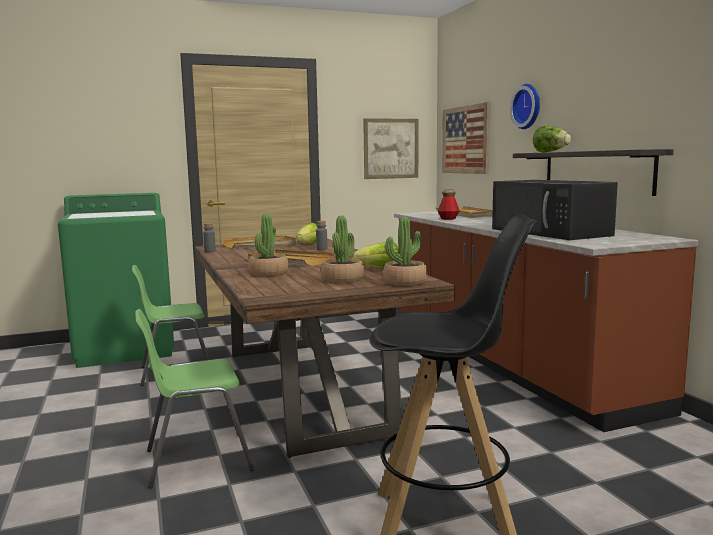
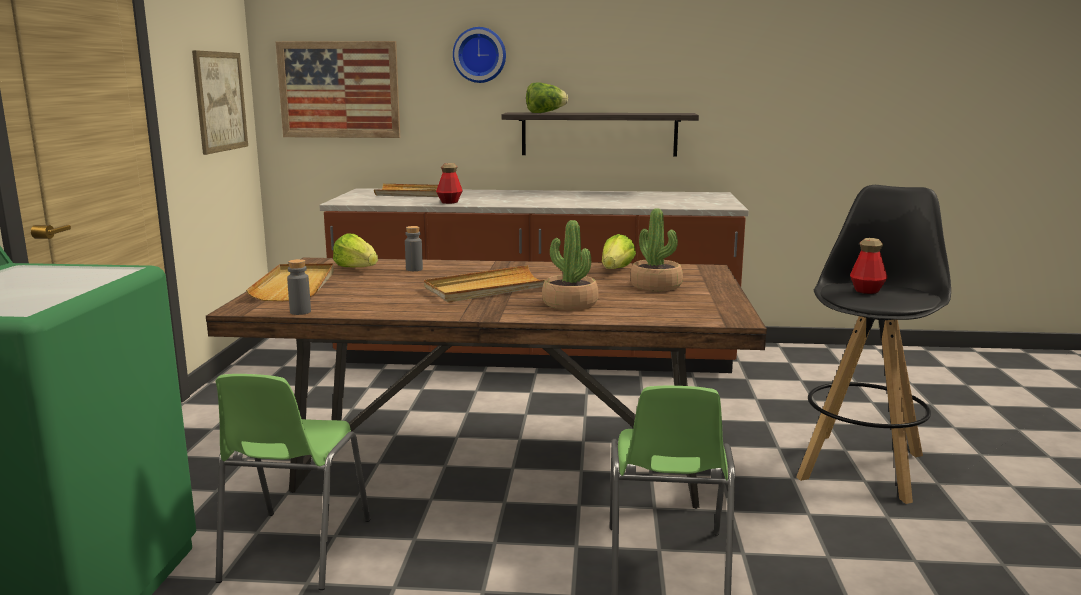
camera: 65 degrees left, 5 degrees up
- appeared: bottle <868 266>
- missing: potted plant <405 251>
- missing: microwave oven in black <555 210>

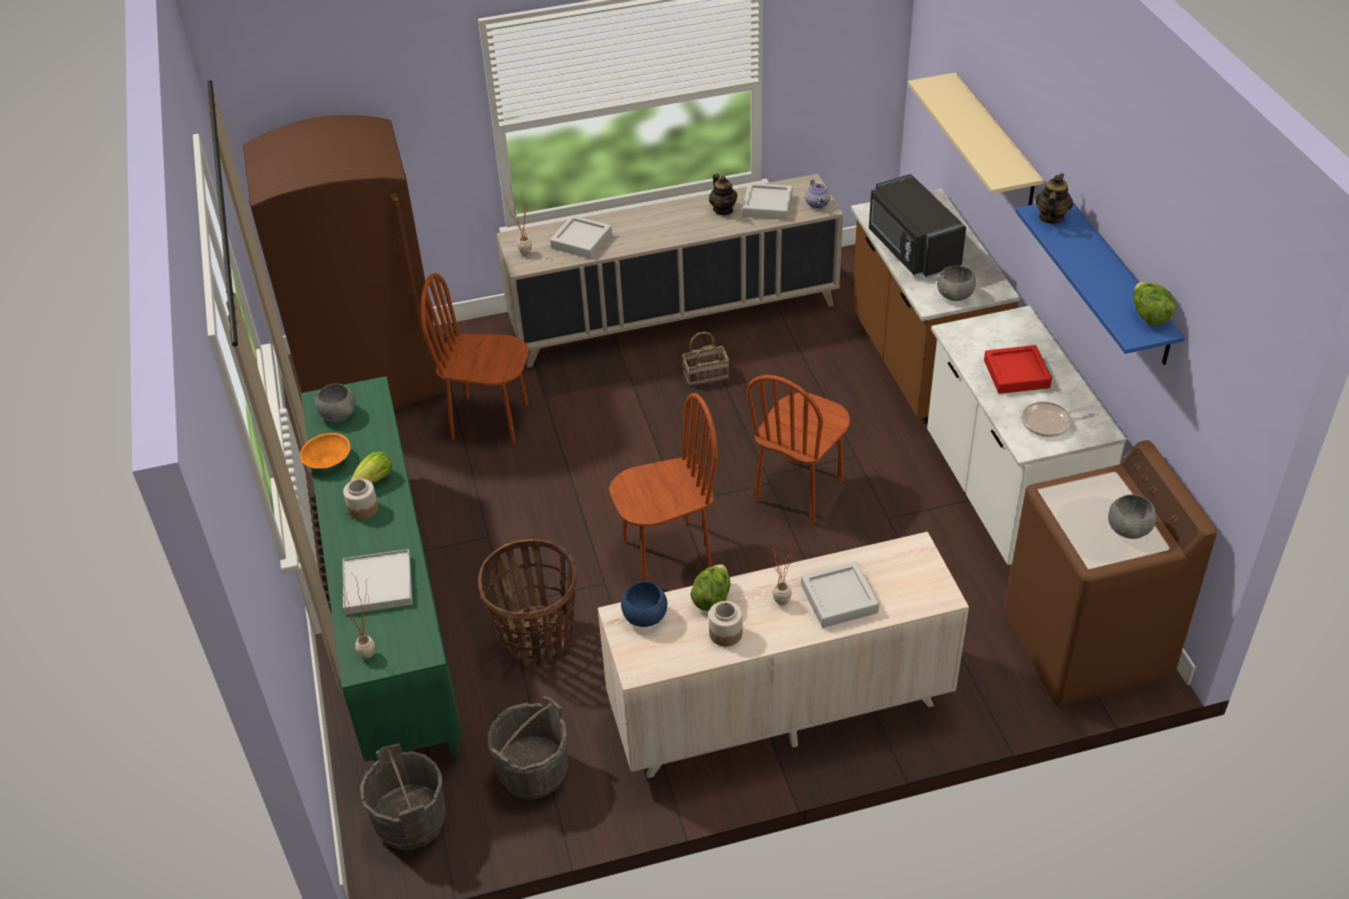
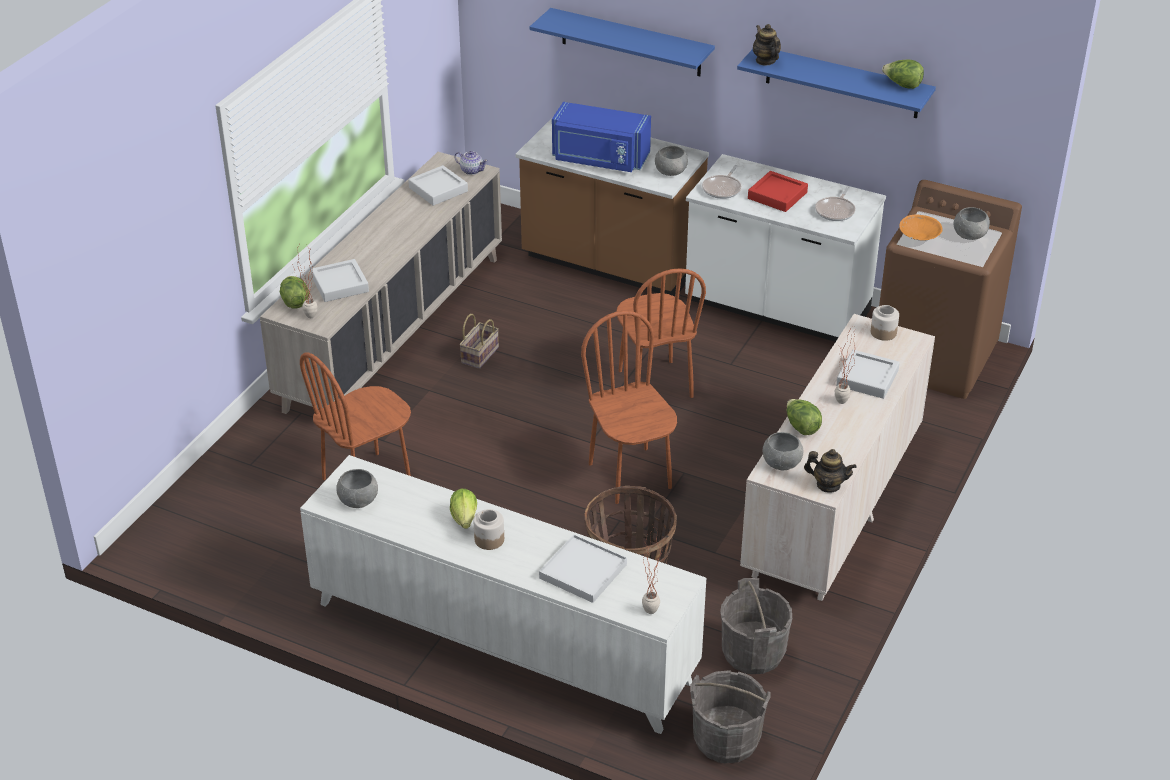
camera: 50 degrees left, 5 degrees down
- appeared: lettuce head <294 292>
- colour: storage cabinet in greenish <382 569> to storage cabinet in white-coloured <503 594>
- colour: bracket shelf in beige-coloured <976 138> to bracket shelf in bluish <622 42>
- colour: microwave oven in black <917 226> to microwave oven in bluish <601 137>
- spun: upright chair in brown <663 487> = <629 407> 45 degrees counterclockwise
- appeared: skillet <721 182>
- colour: bowl in bluish <644 604> to bowl in grey <783 451>
- relocated: teapot <723 194> to <830 471>
- relocated: preserve jar <725 623> to <885 323>
- relocated: bowl in orange-coloured <325 451> to <920 227>
- missing: kitchen fridge in brown <344 261>

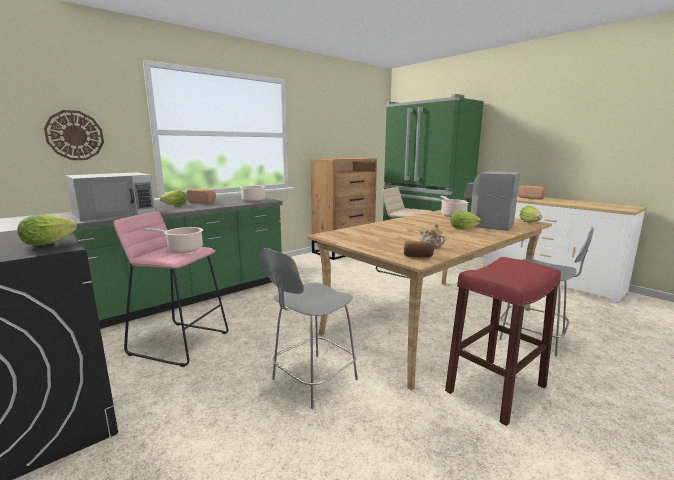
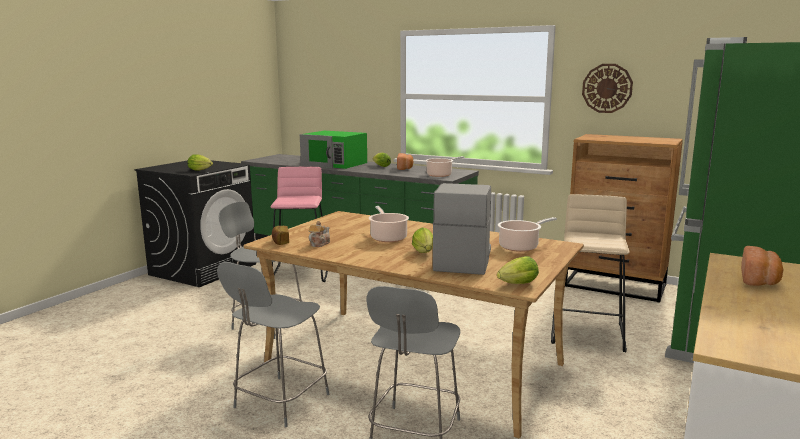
camera: 70 degrees right, 0 degrees up
- exchanged: stool in red <503 341> to upright chair in grey <273 344>
- colour: microwave oven in white-coloured <110 196> to microwave oven in greenish <333 150>
- relocated: cooking pot <173 240> to <389 224>
- relocated: wall clock <74 135> to <607 88>

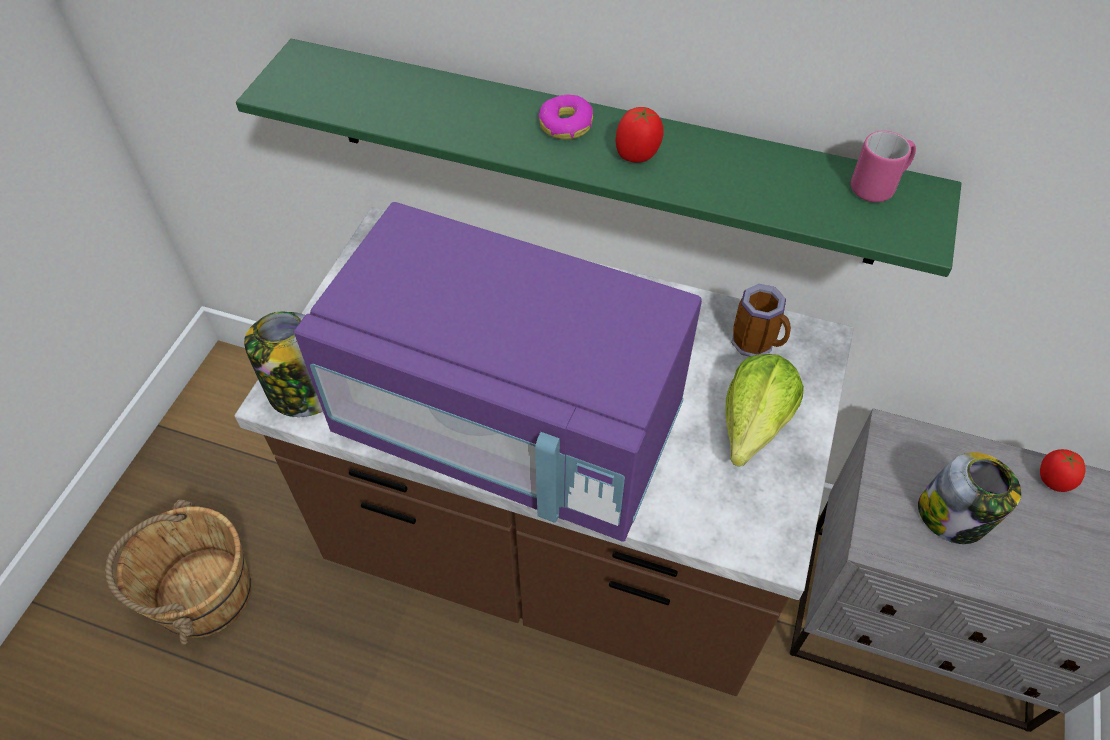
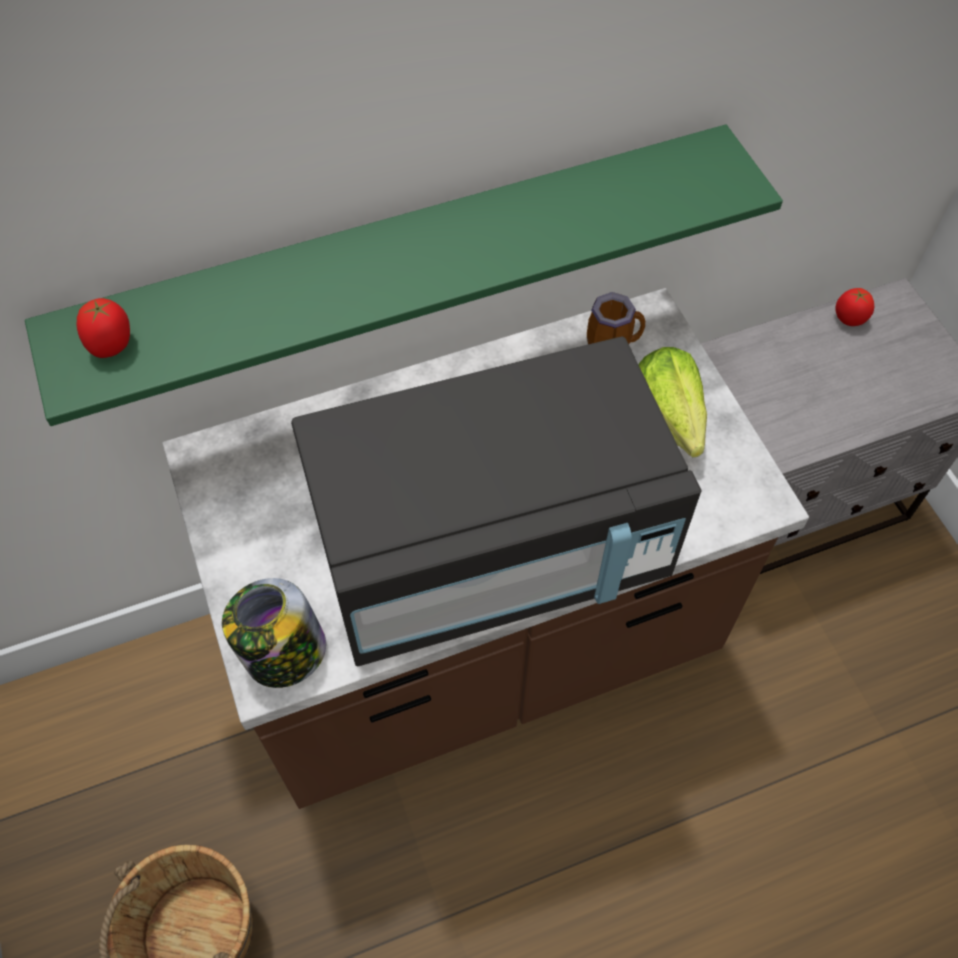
camera: 40 degrees left, 5 degrees up
- relocated: fresh tomato <639 135> to <103 328>
- colour: microwave oven in purple <498 372> to microwave oven in black <496 502>
- missing: ring doughnut <566 117>
- missing: mug in pink <883 166>
- missing: preserve jar <969 498>

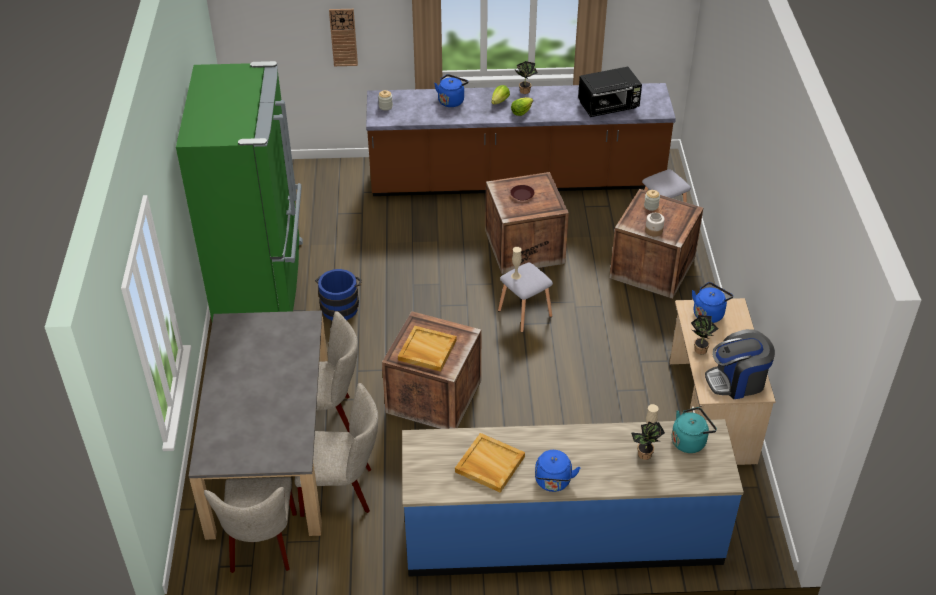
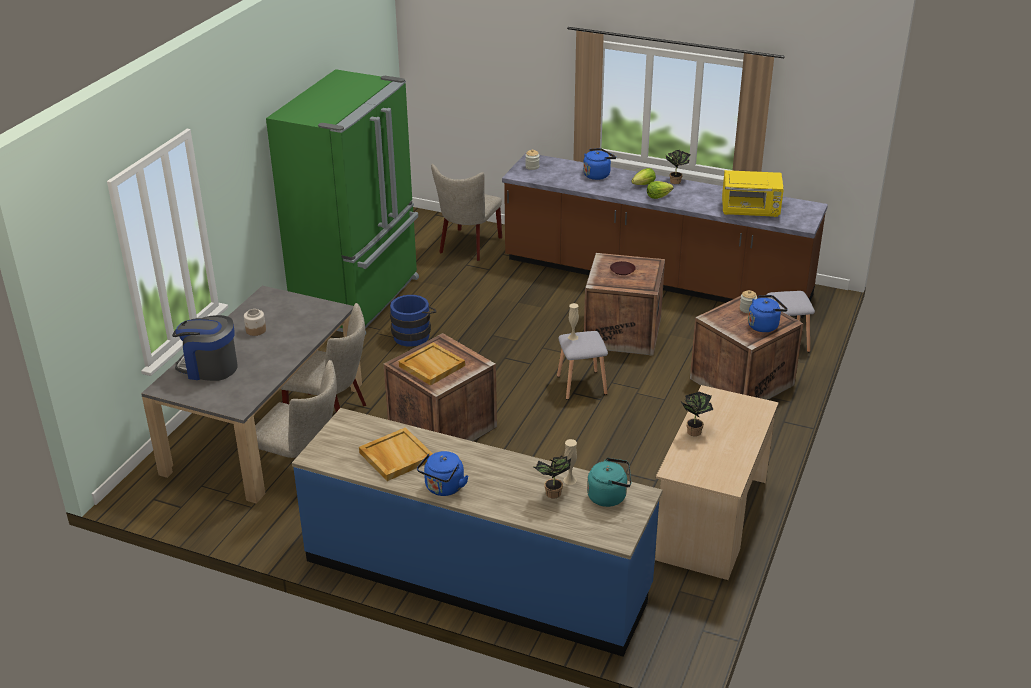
camera: 25 degrees right, 10 degrees down
- relocated: coffee maker <740 364> to <204 348>
- relocated: preserve jar <655 225> to <255 322>
- relocated: upright chair in beige-coloured <250 525> to <466 212>
- colour: microwave oven in black <610 92> to microwave oven in yellow <753 193>
- relocated: tea kettle in bluish <712 302> to <768 313>
- missing: wall clock <343 37>

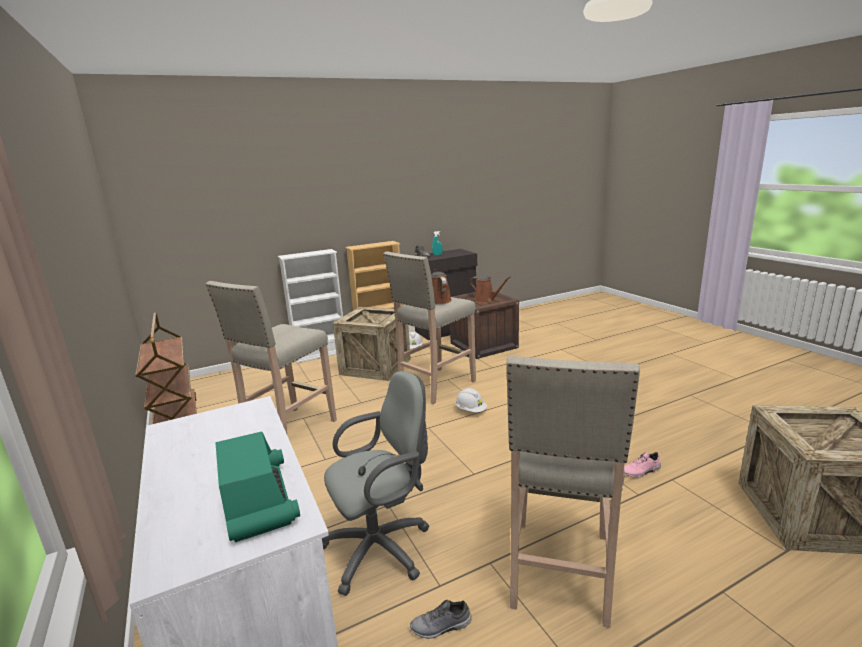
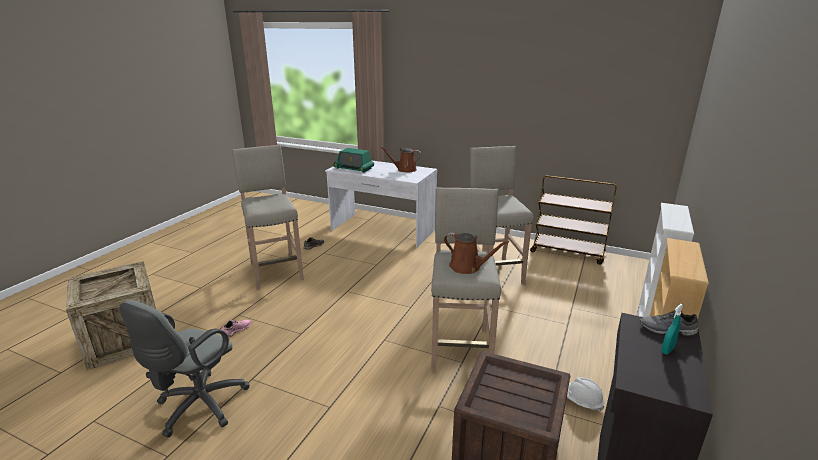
camera: 140 degrees right, 5 degrees up
- relocated: desk chair in grey <375 483> to <184 368>
- relocated: sprinkling can in brown <490 289> to <401 159>
- missing: packing crate <372 344>
- missing: work helmet in white-coloured <471 400>

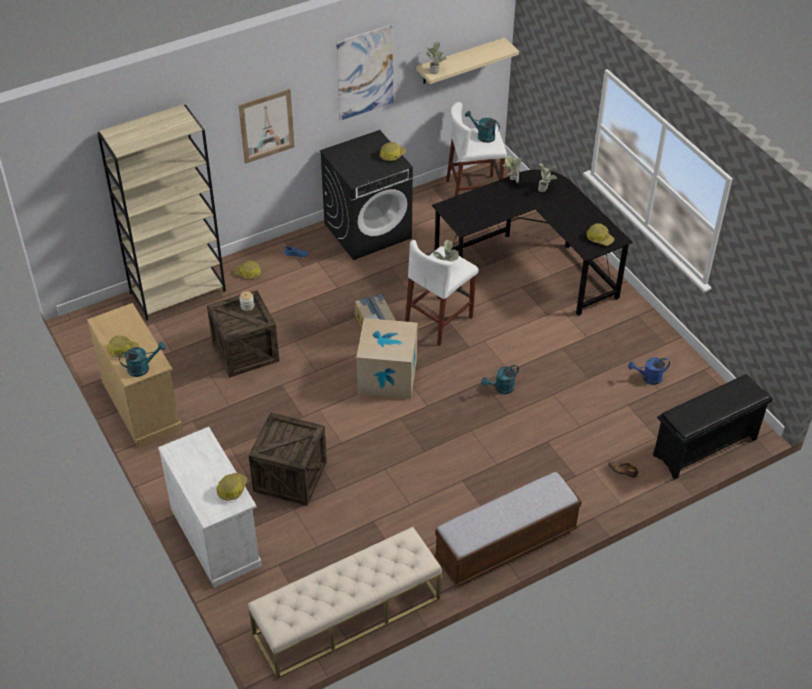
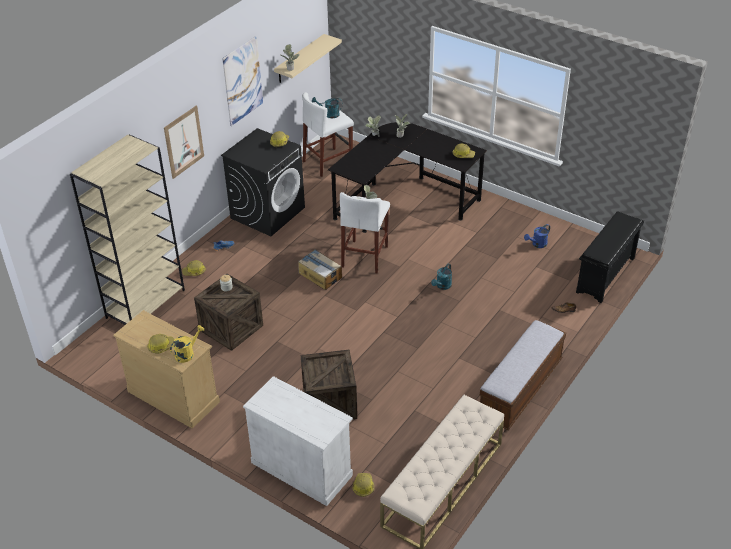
camera: 25 degrees left, 5 degrees down
- colour: sprinkling can in blue-green <142 359> to sprinkling can in yellow <187 344>
- relocated: work helmet <232 487> to <363 485>
- missing: packing box <386 358>

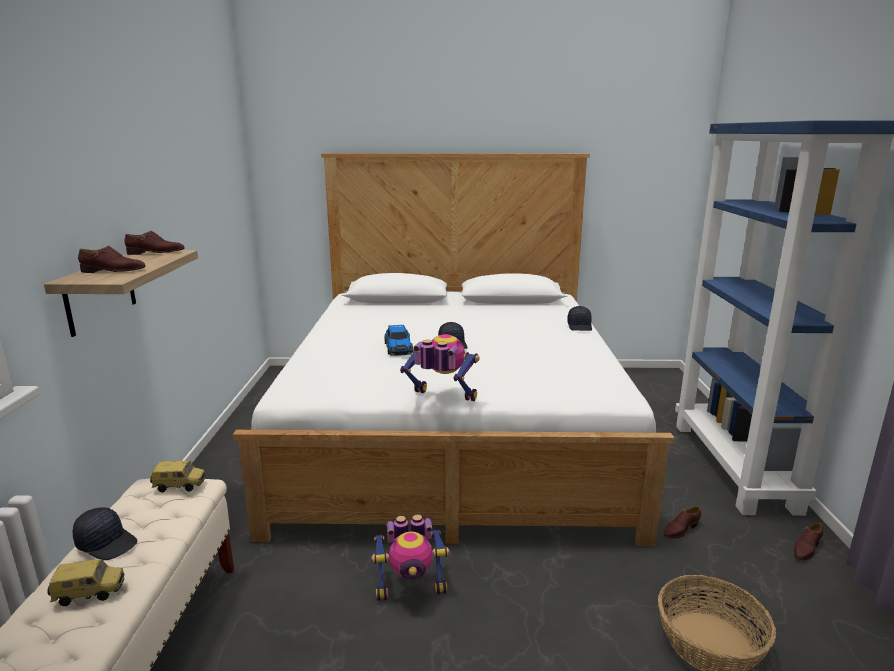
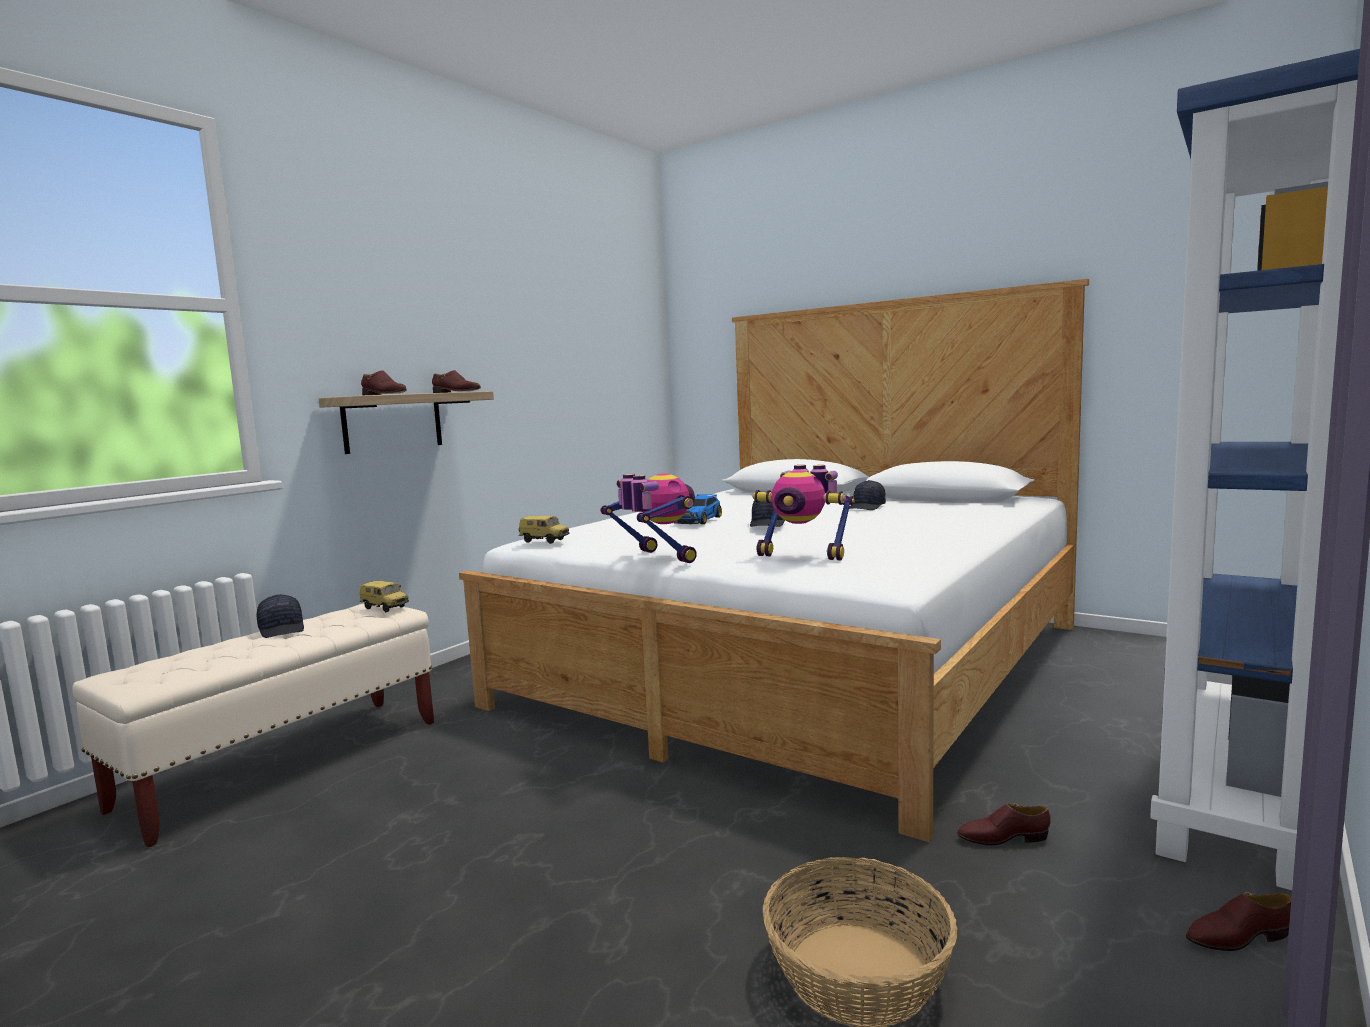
camera: 35 degrees right, 10 degrees down
- relocated: model car <86 582> to <544 530>
- relocated: model robot <410 557> to <804 512>
- relocated: baseball cap in black <579 318> to <867 495>

